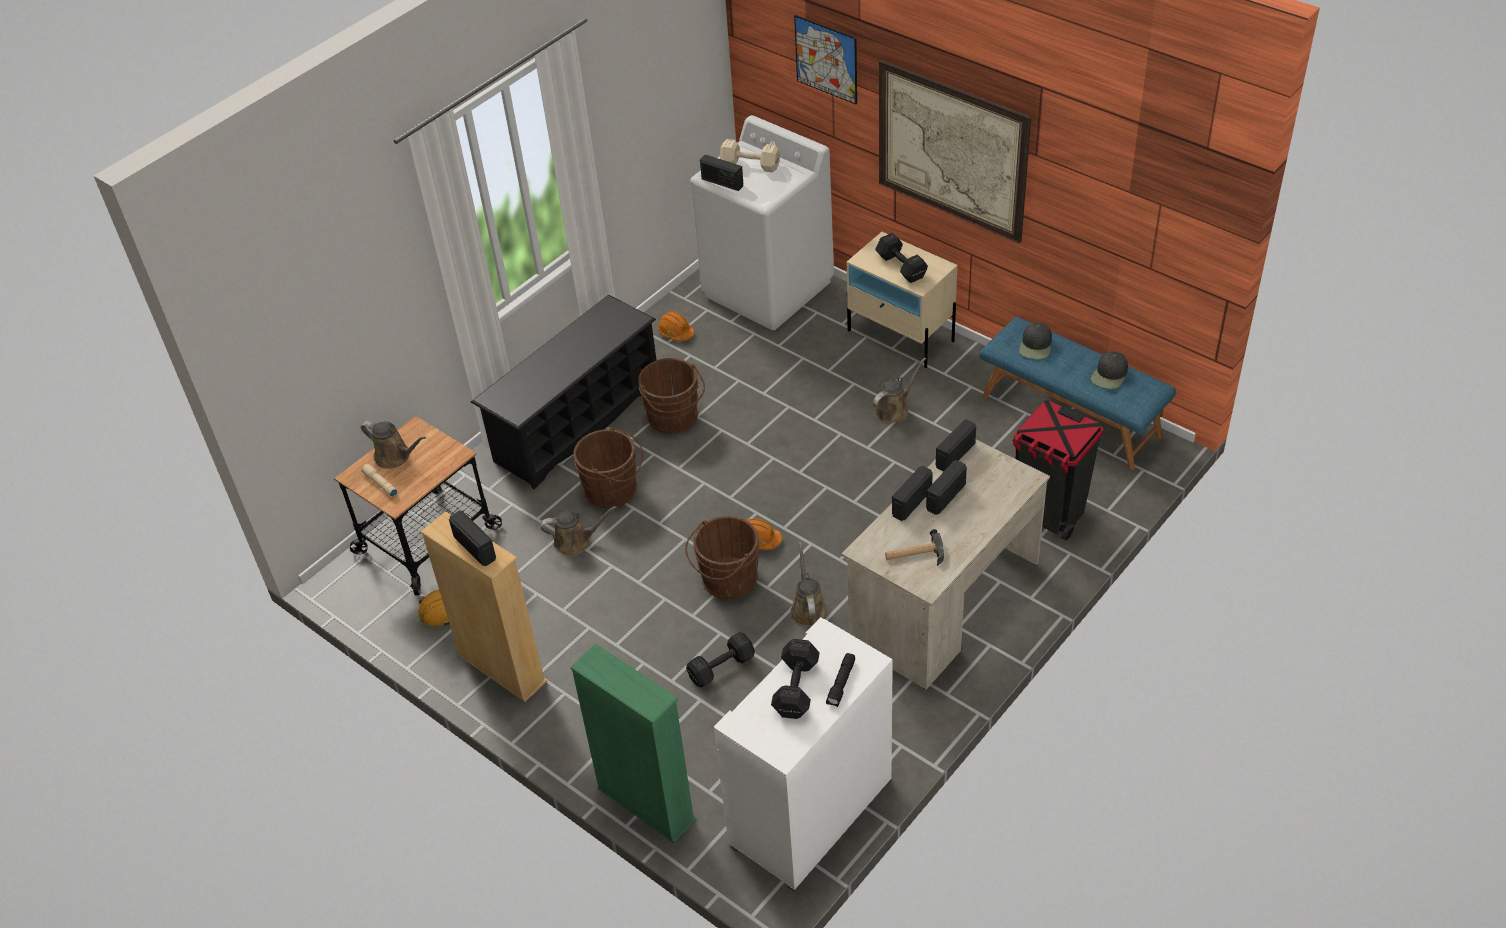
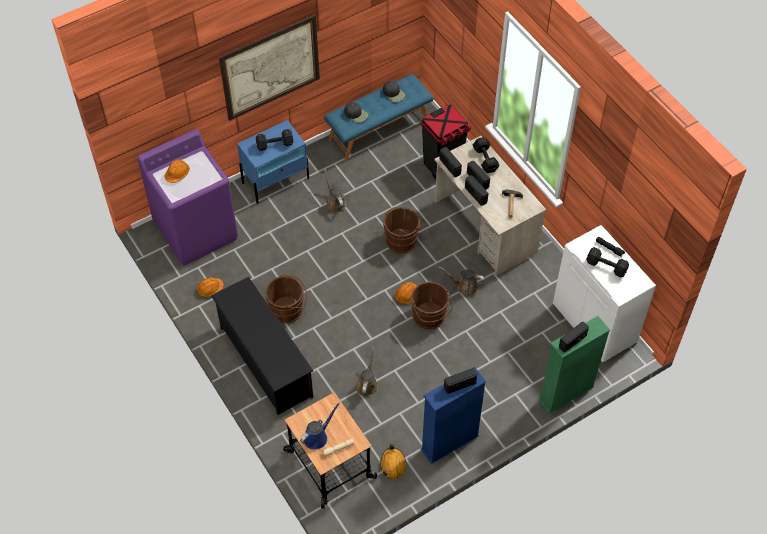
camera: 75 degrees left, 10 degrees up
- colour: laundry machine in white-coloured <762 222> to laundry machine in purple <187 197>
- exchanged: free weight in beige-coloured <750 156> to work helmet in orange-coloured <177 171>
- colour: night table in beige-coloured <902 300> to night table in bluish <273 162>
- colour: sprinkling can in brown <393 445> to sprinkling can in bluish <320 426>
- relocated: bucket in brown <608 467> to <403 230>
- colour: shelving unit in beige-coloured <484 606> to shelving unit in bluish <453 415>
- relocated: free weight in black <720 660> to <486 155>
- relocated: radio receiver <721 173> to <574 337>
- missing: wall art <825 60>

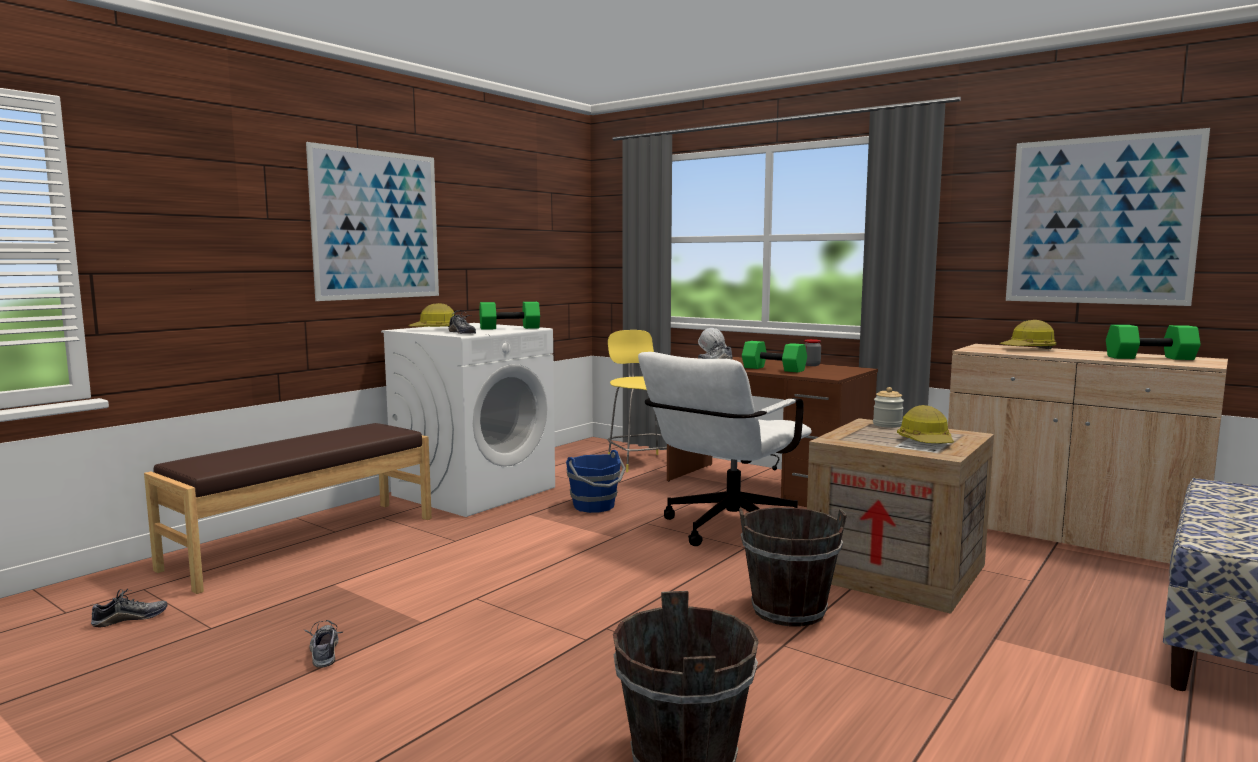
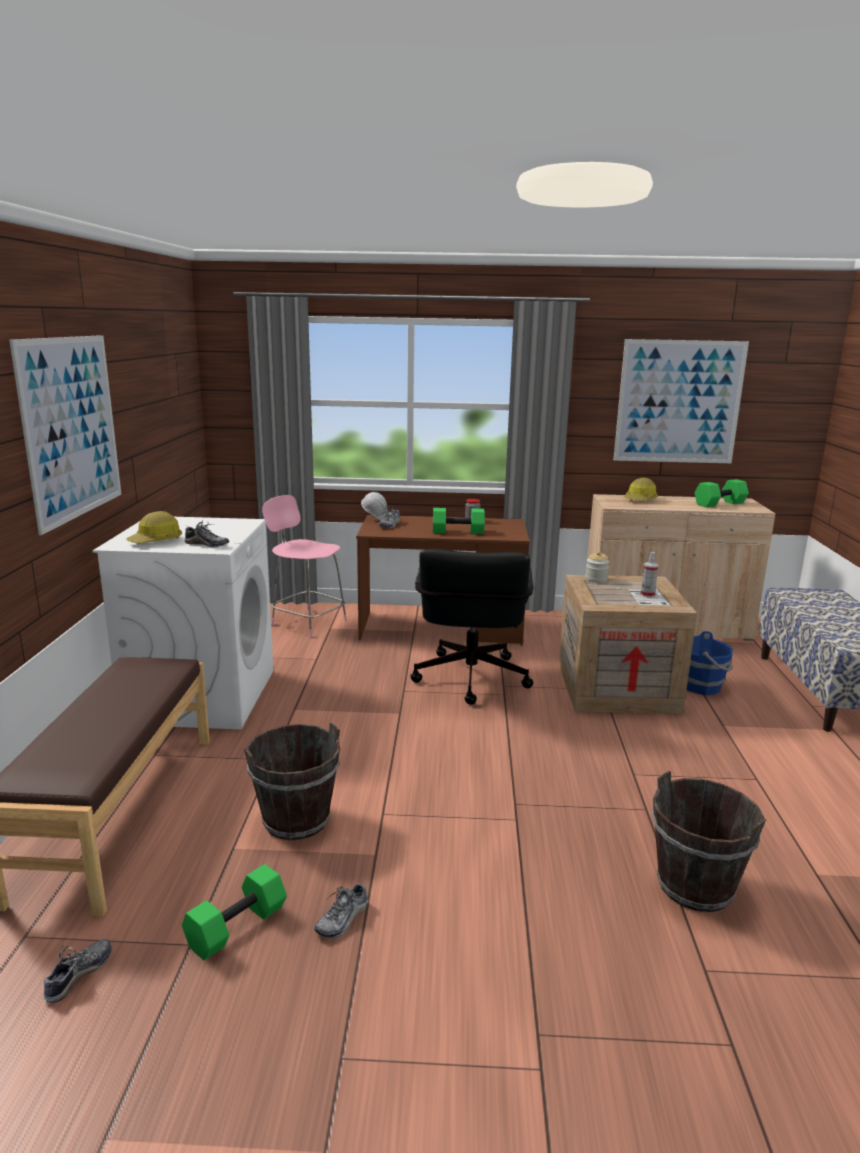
camera: 35 degrees left, 10 degrees up
- relocated: free weight in greenish <510 316> to <234 912>
- relocated: bucket in brown <793 566> to <292 781>
- colour: stool in yellow <637 401> to stool in pink <304 566>
- spun: shoe <324 644> = <341 909> 90 degrees counterclockwise
- colour: desk chair in white-coloured <725 449> to desk chair in black <472 627>
- exchanged: work helmet <925 424> to spray bottle <649 574>
- relocated: bucket in bluish <596 481> to <710 663>

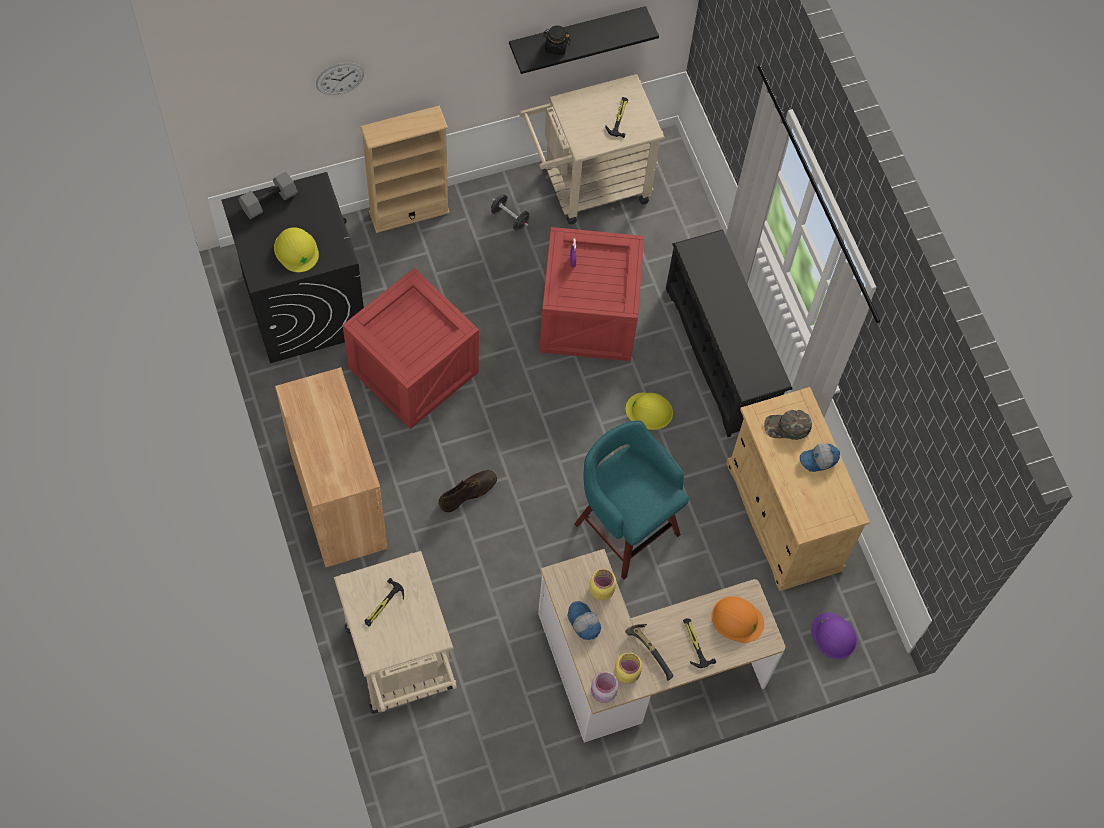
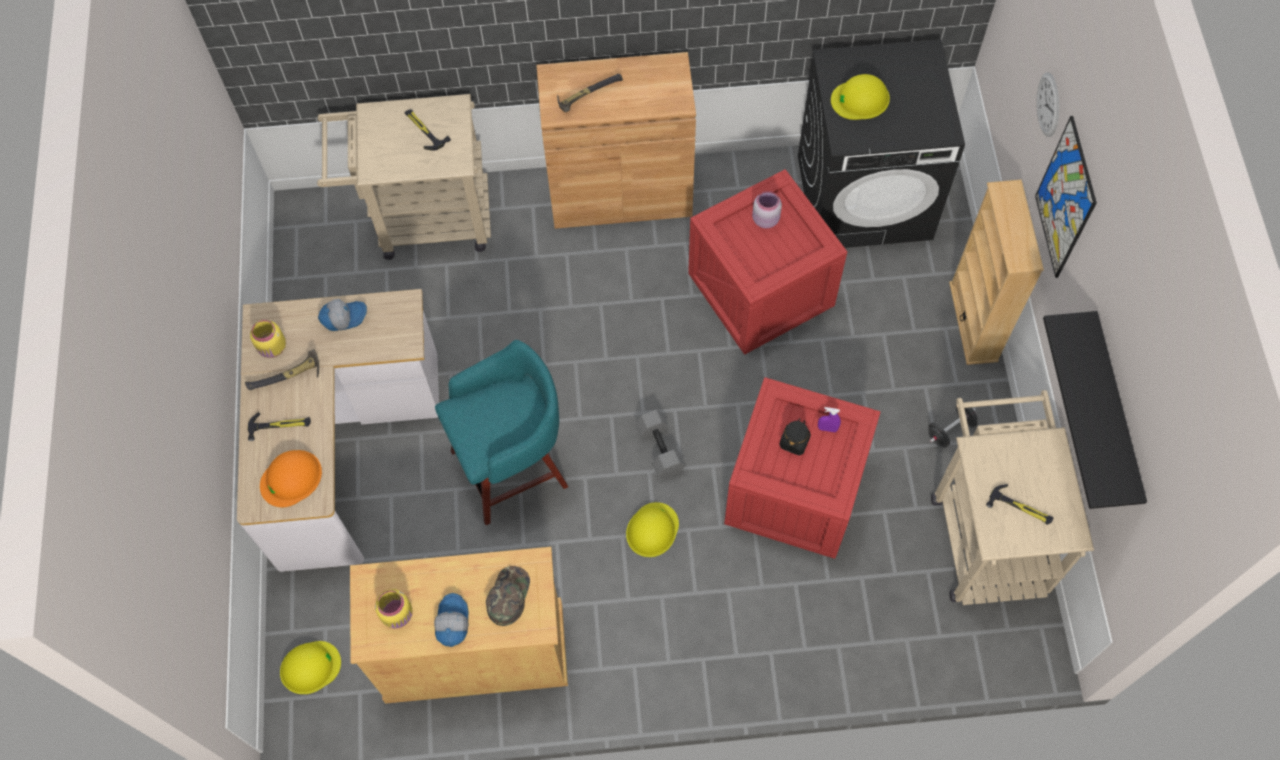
camera: 110 degrees right, 0 degrees up
- colour: work helmet in purple <834 636> to work helmet in yellow <310 667>
- relocated: preserve jar in yellow <602 584> to <394 608>
- appeared: tool hammer <590 93>
- relocated: free weight in grey <268 195> to <660 444>
- relocated: preserve jar in pink <605 687> to <767 210>
- relocated: preserve jar in black <556 40> to <795 436>
- appeared: wall art <1066 197>
- missing: boot in brown <468 491>
- missing: shoe stand in black <729 333>

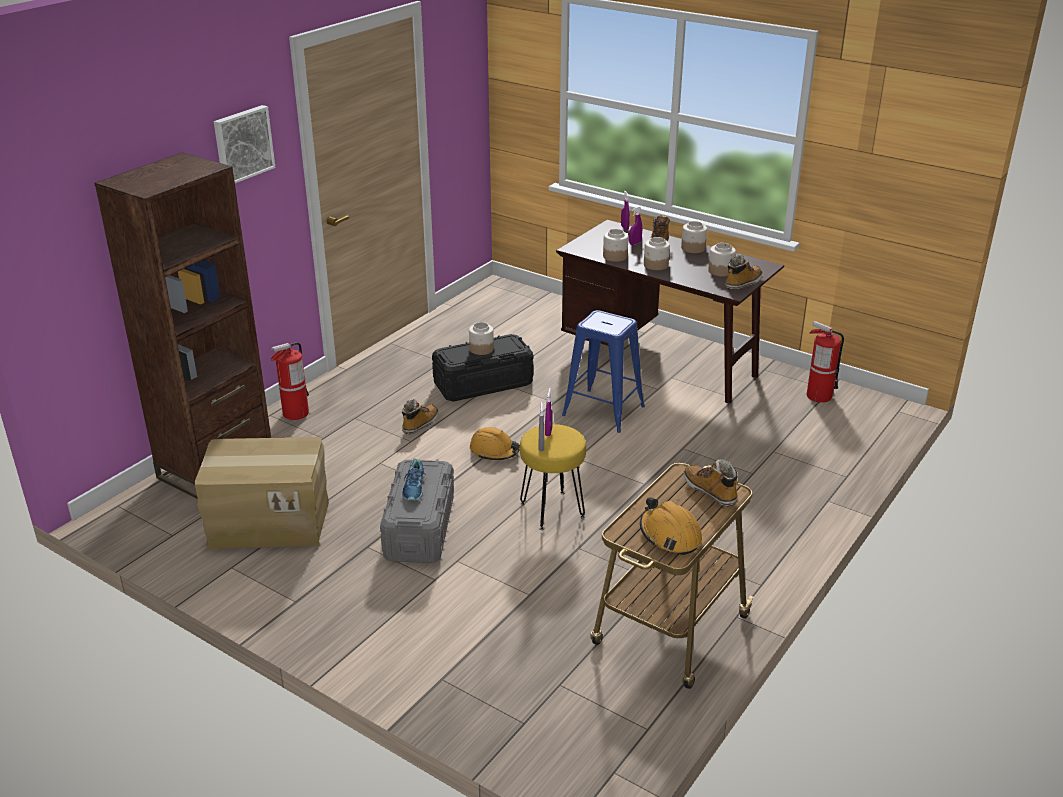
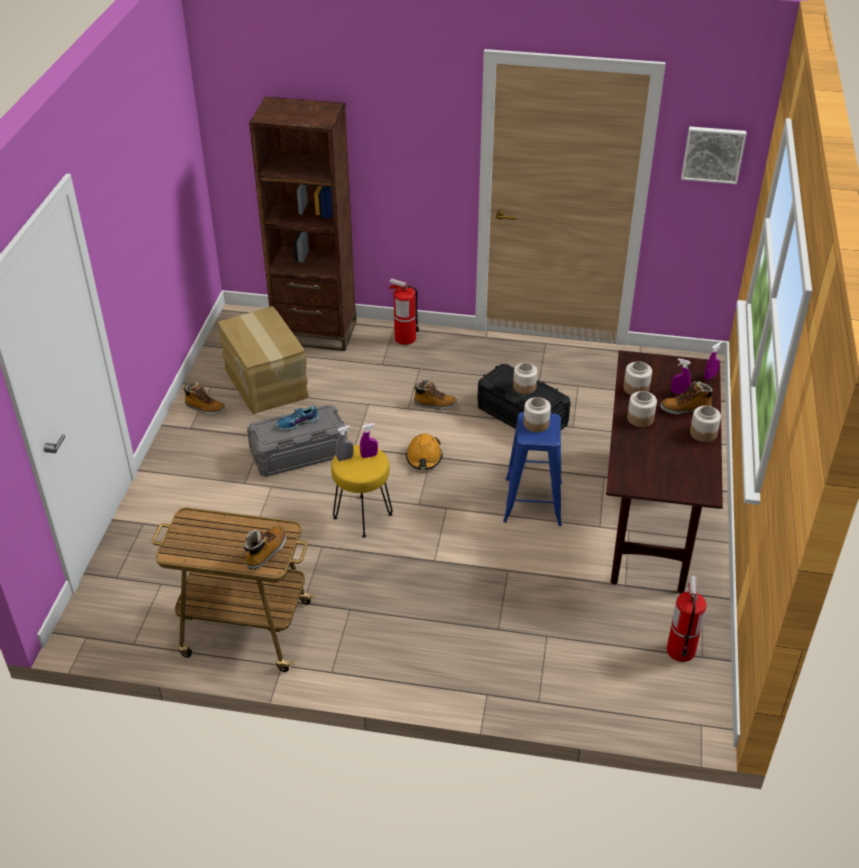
camera: 65 degrees right, 10 degrees up
- relocated: boot <743 272> to <204 398>
- relocated: preserve jar <722 259> to <537 414>
- relocated: wall art <244 144> to <713 155>
- missing: work helmet in orange-coloured <671 526>

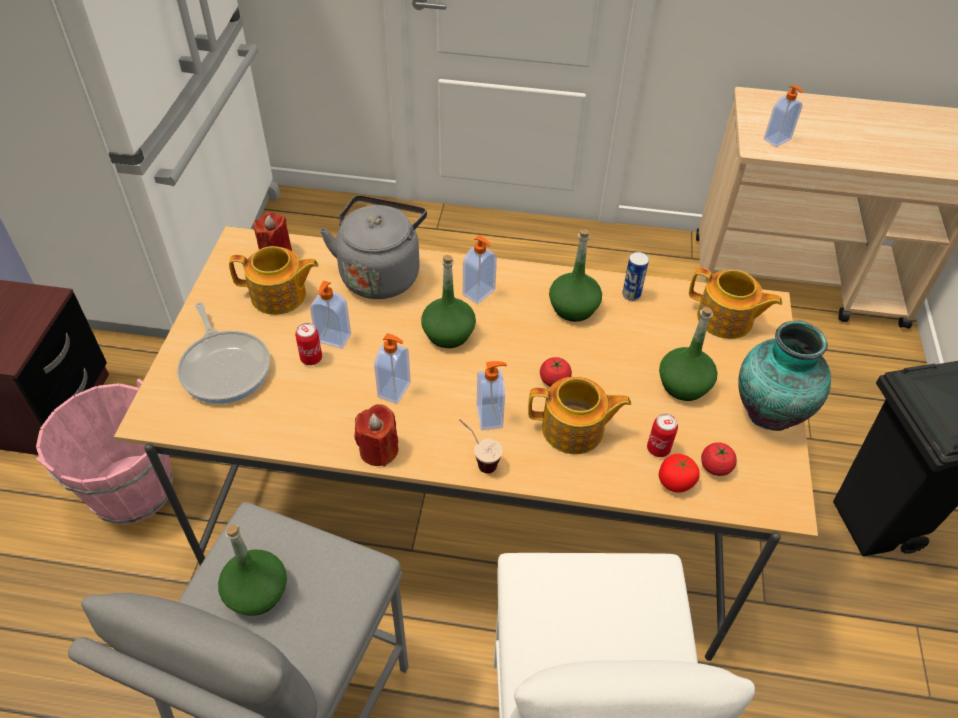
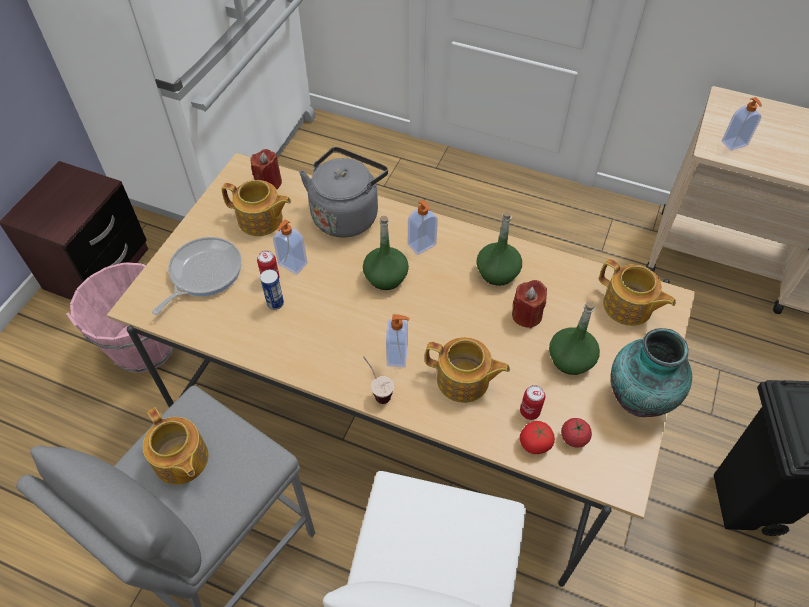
camera: 15 degrees right, 5 degrees up
- exchanged: bottle in greenish <252 570> to teapot <176 446>
- spun: skillet <223 353> = <197 276> 135 degrees counterclockwise
- relocated: can <635 276> to <272 289>
- relocated: candle in red <376 435> to <529 304>
- missing: liquid soap bottle <392 369>
- missing: fresh tomato <556 372>

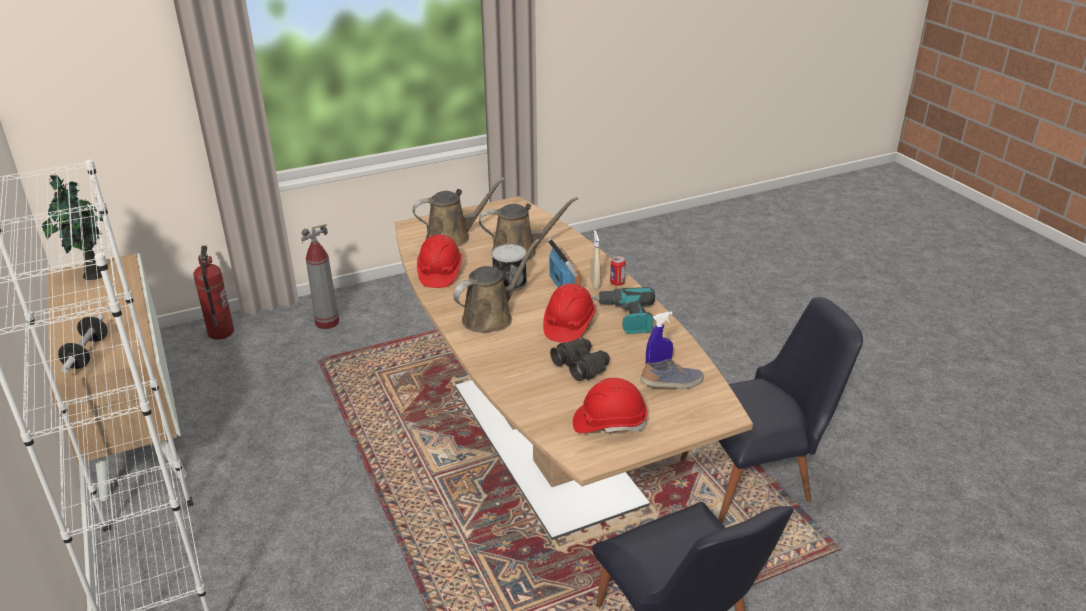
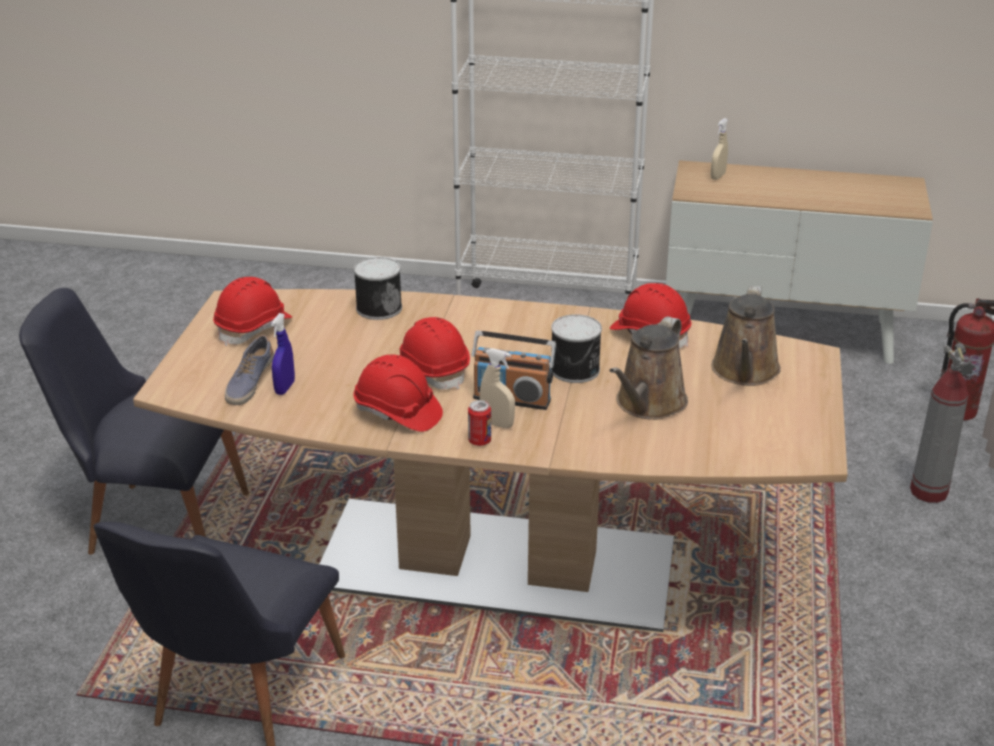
camera: 125 degrees right, 0 degrees up
- exchanged: electric drill <623 310> to work helmet in red <398 393>
- appeared: can <378 288>
- exchanged: free weight <83 343> to spray bottle in beige-coloured <719 149>
- missing: potted plant <72 227>
- missing: sprinkling can in brown <496 286>
- missing: field glasses in black <580 359>

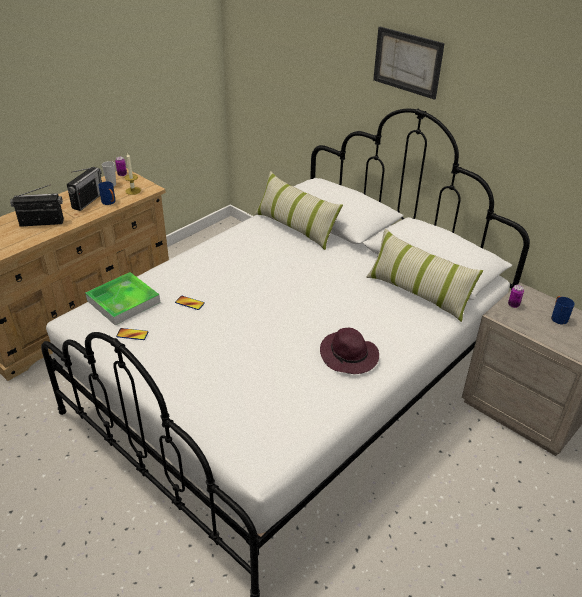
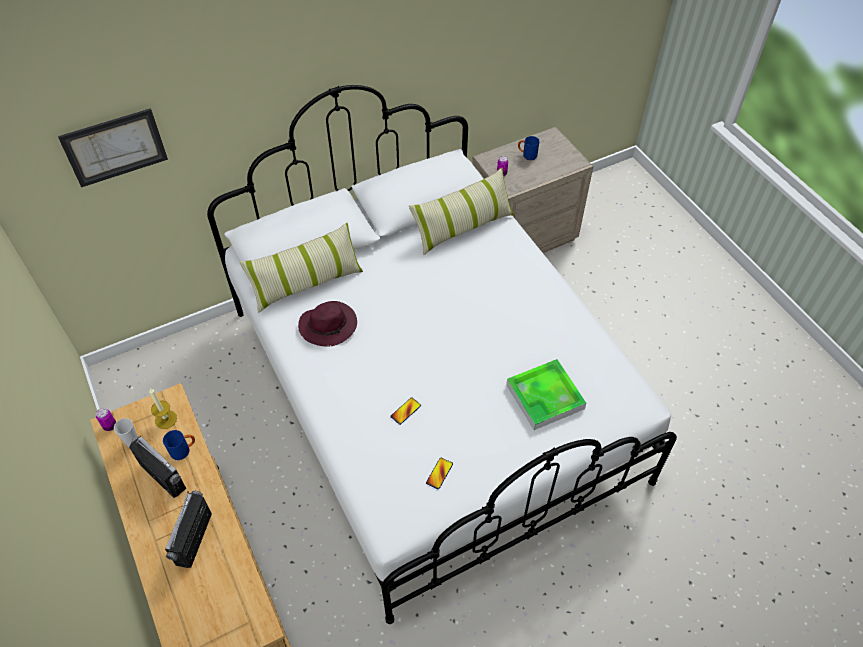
camera: 70 degrees left, 15 degrees up
- relocated: wall art <409 63> to <113 147>
- relocated: hat in purple <349 351> to <327 324>
- relocated: tray <122 298> to <546 394>

